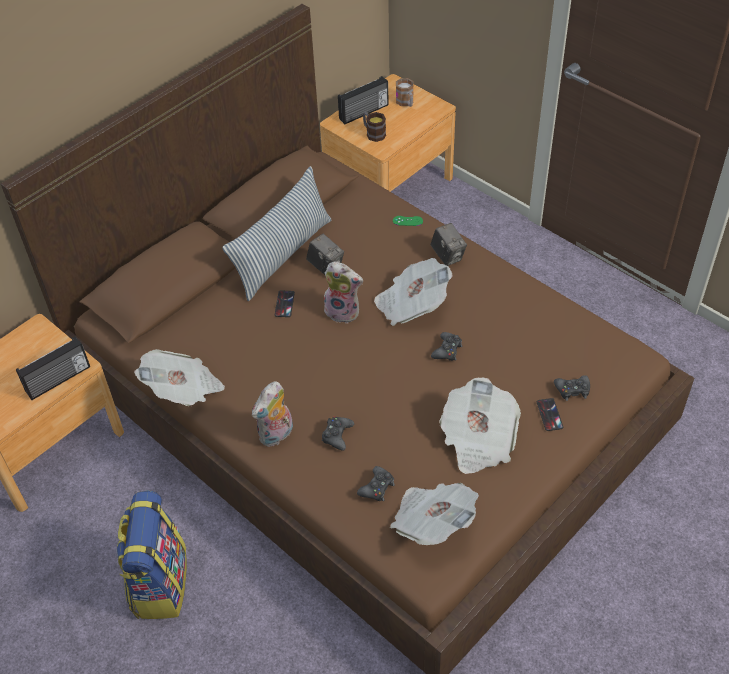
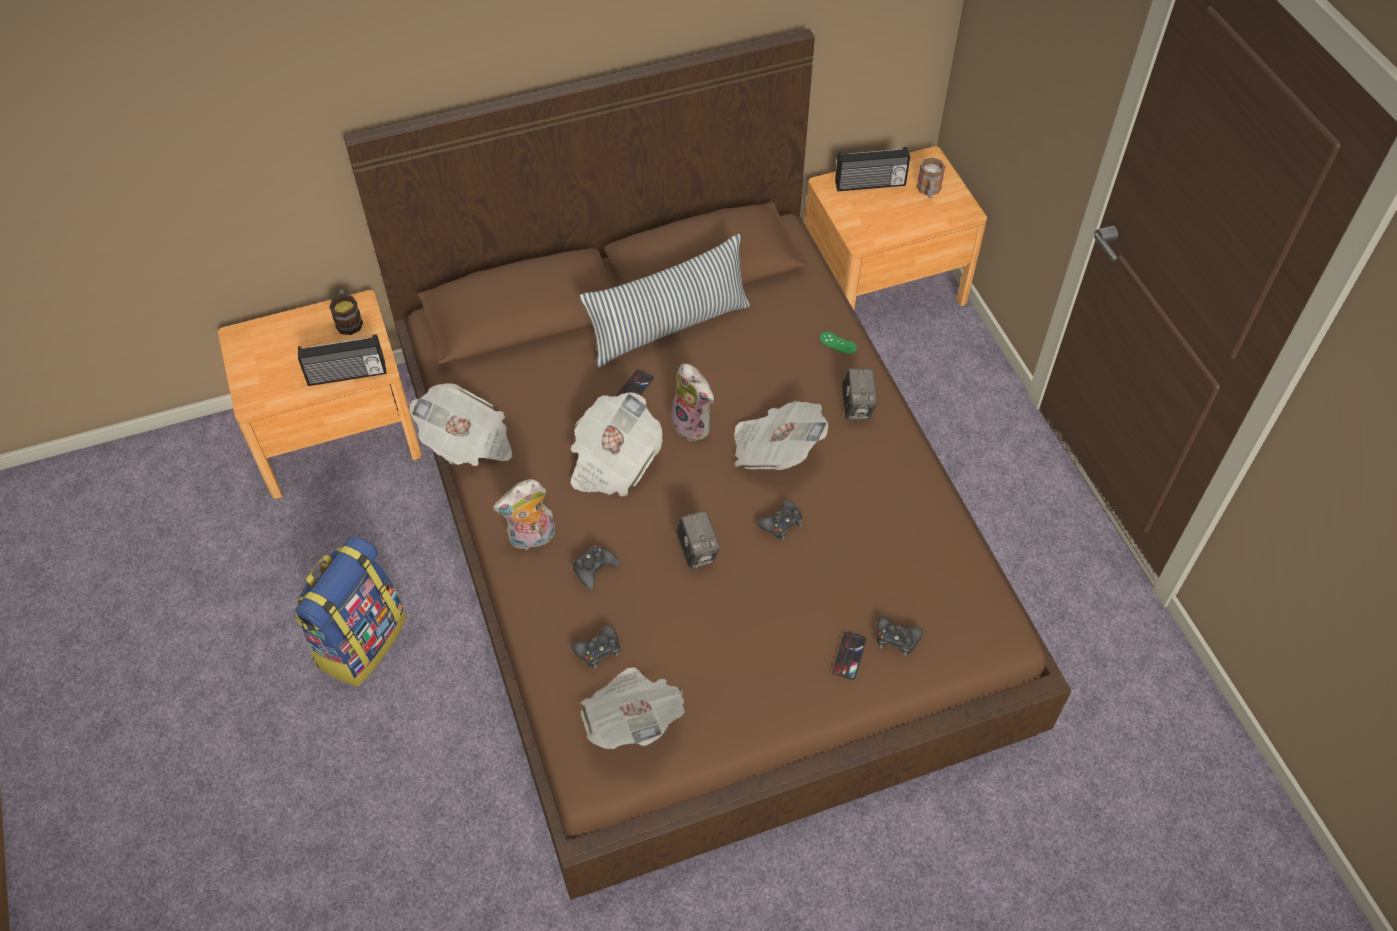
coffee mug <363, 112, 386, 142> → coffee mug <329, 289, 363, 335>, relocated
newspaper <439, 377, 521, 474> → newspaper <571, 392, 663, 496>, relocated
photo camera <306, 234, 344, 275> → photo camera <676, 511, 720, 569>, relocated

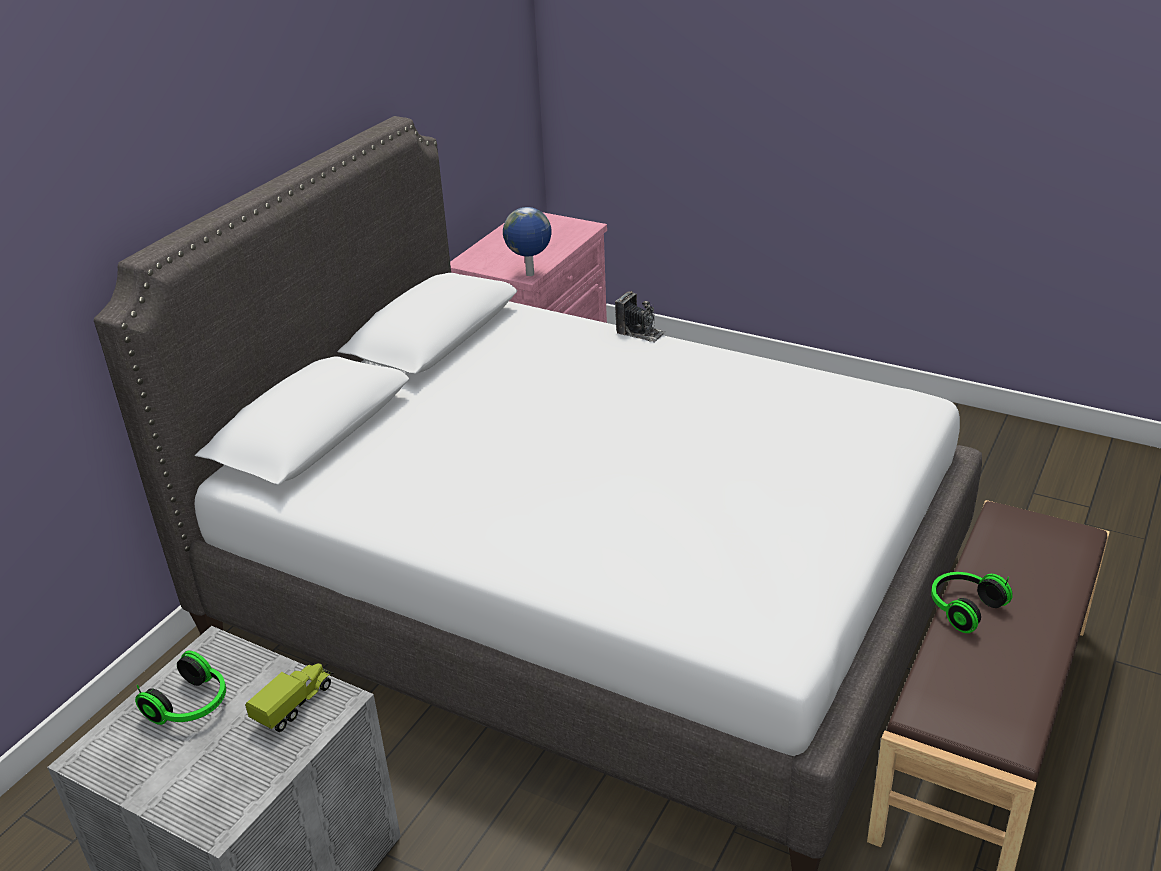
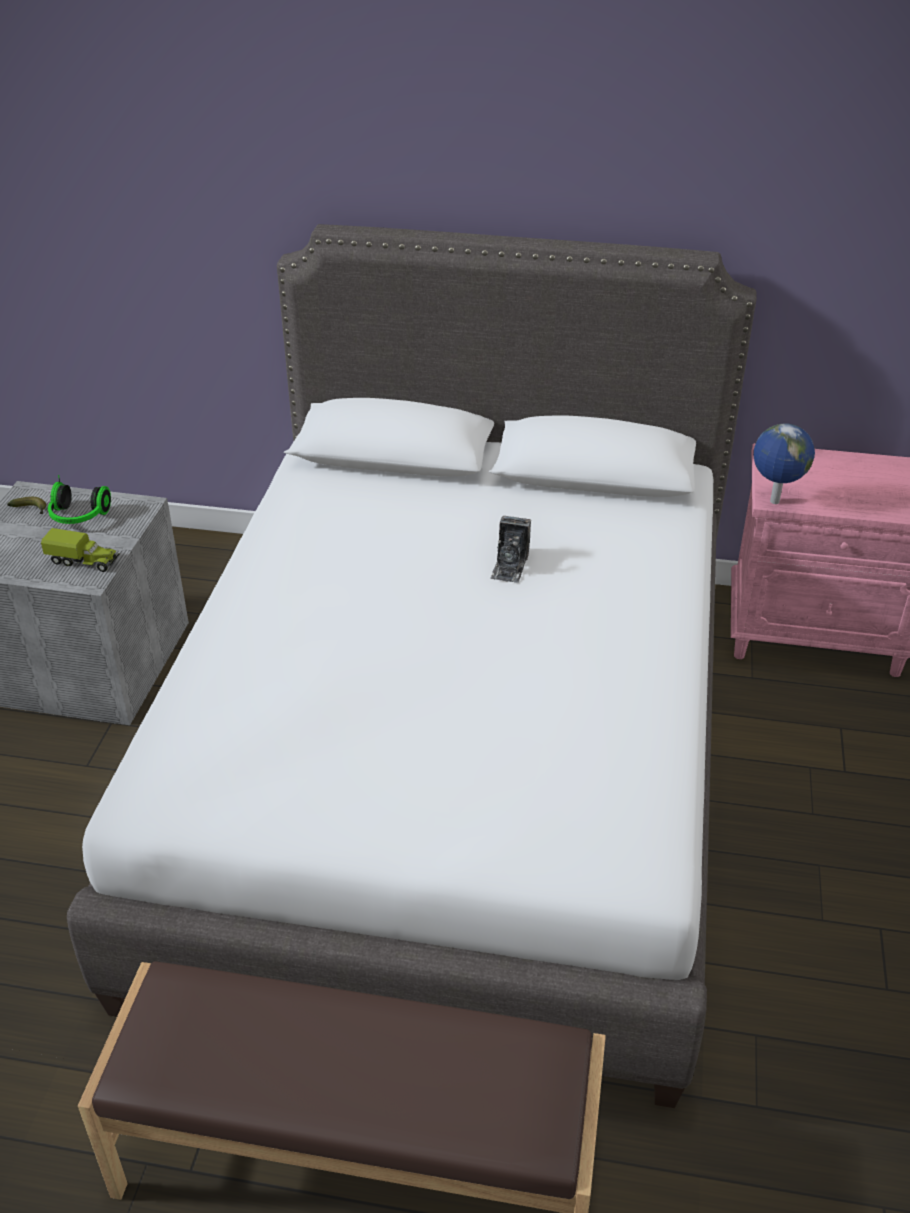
- → banana fruit <7, 497, 46, 514>
photo camera <615, 291, 666, 343> → photo camera <490, 516, 531, 583>, relocated
pair of headphones <931, 572, 1013, 633> → -

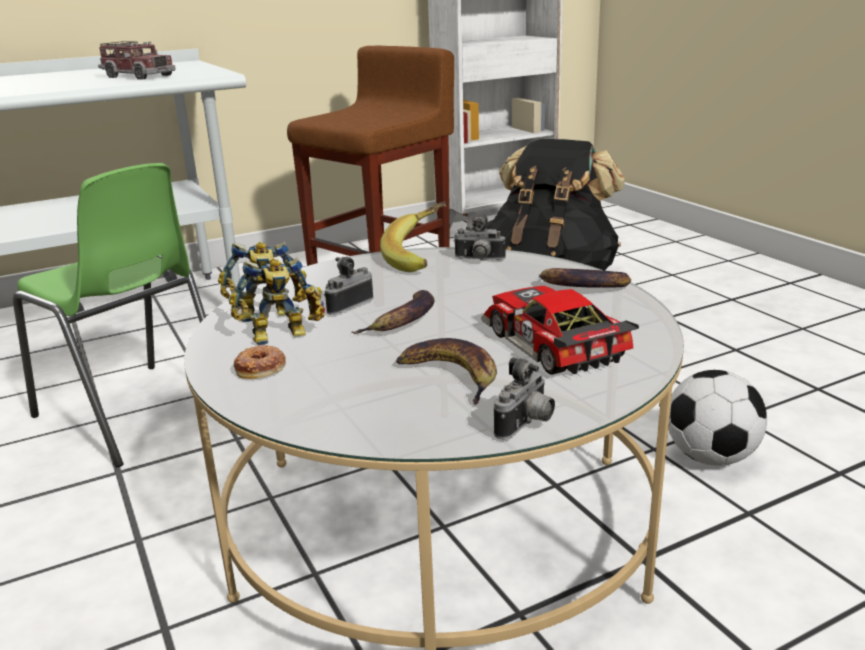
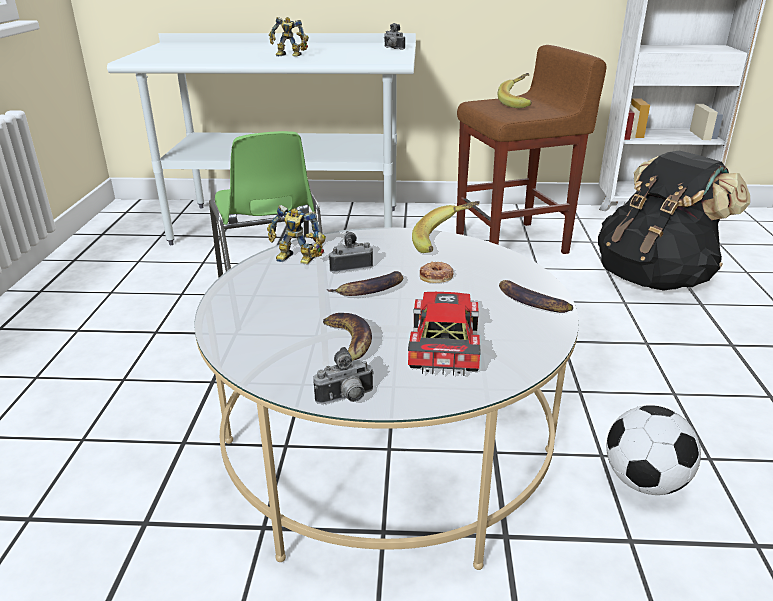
toy robot <229, 258, 325, 345> → toy robot <269, 17, 309, 56>, relocated
photo camera <454, 215, 506, 261> → photo camera <384, 23, 405, 50>, relocated
doughnut <234, 345, 286, 379> → doughnut <420, 262, 453, 283>, relocated
- → banana fruit <498, 73, 532, 108>
model truck <98, 41, 176, 80> → -

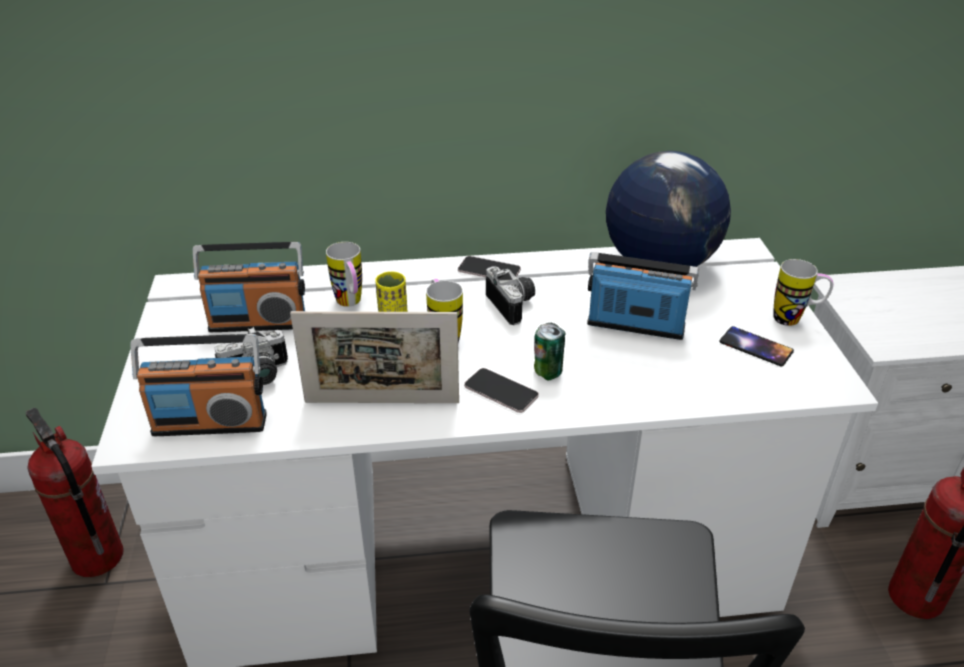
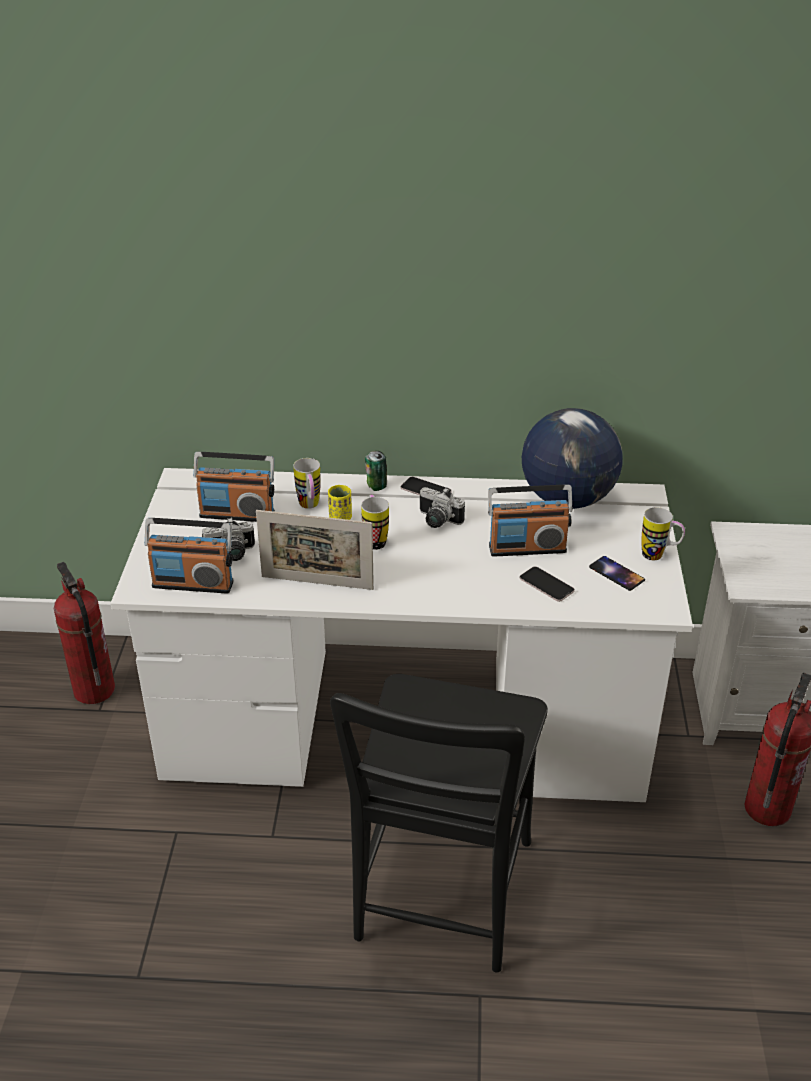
metal can <534, 323, 566, 380> → metal can <365, 451, 387, 491>, relocated
photo camera <486, 266, 535, 325> → photo camera <419, 487, 465, 528>, 135 degrees clockwise
radio set <587, 252, 699, 340> → radio set <488, 485, 573, 556>, 150 degrees clockwise
handset <464, 368, 539, 413> → handset <520, 566, 575, 602>, relocated

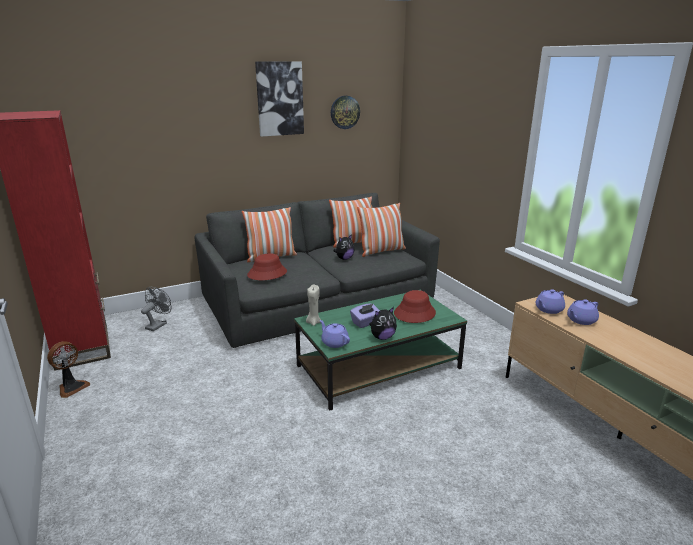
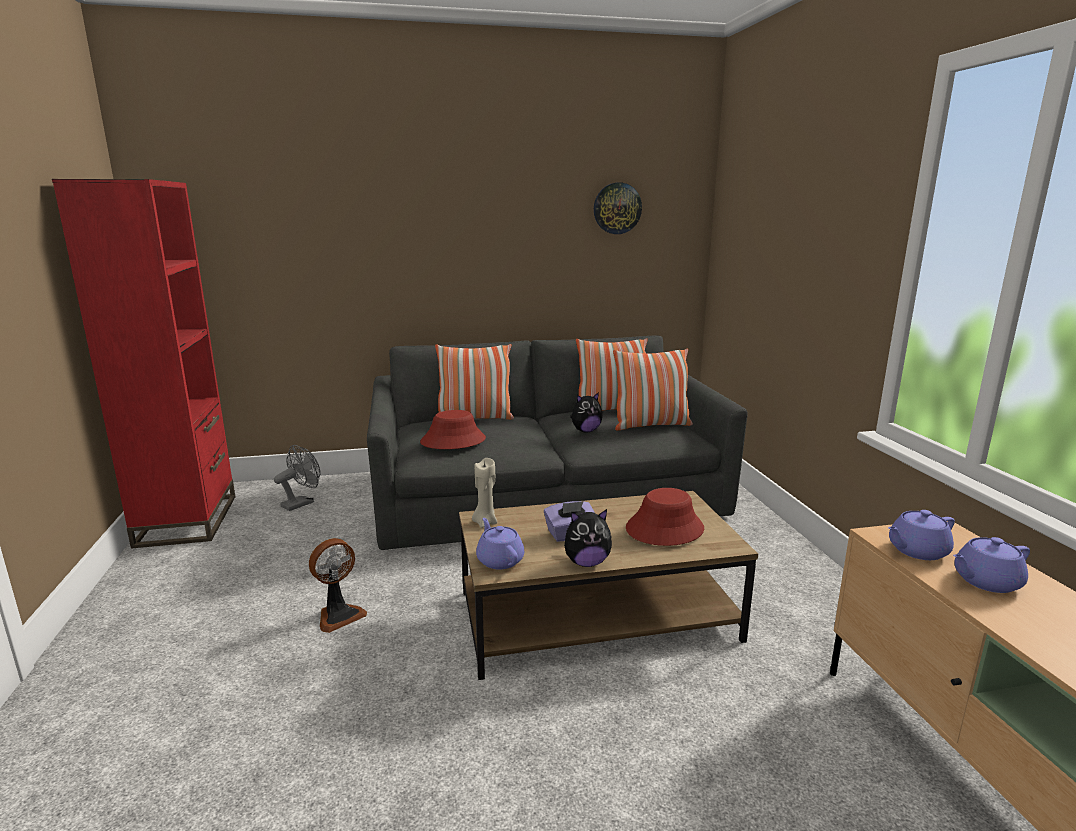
fan <47, 341, 90, 398> → fan <309, 538, 367, 633>, relocated
green-coloured coffee table <294, 290, 467, 410> → brownish coffee table <459, 491, 758, 680>
wall picture <255, 62, 304, 137> → -

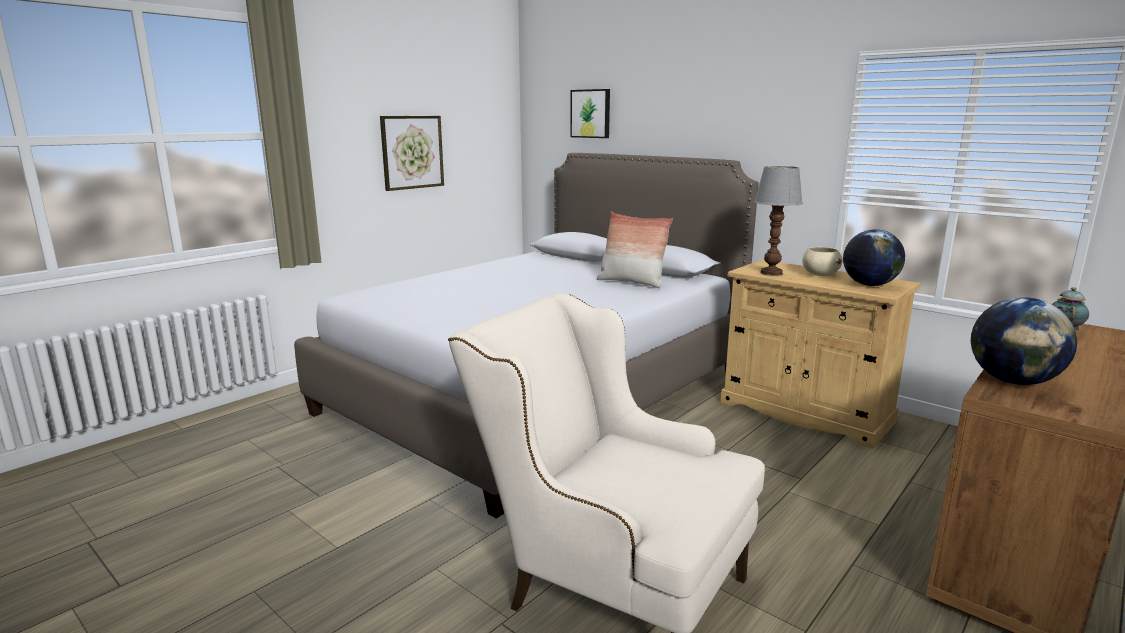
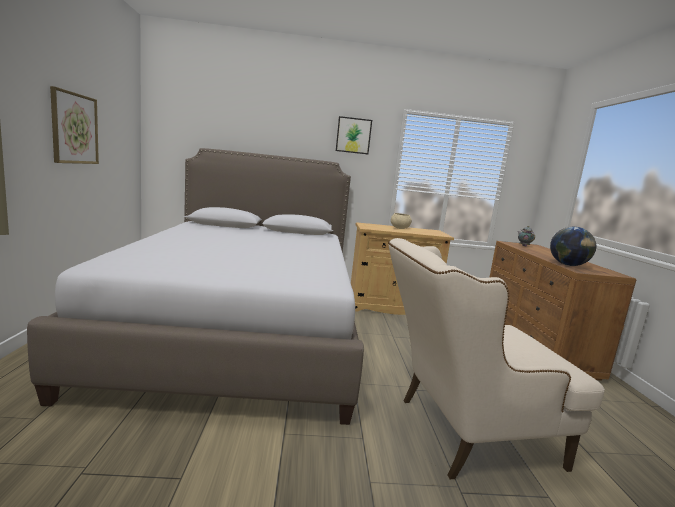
wall picture <570, 89, 610, 138> → wall picture <336, 116, 372, 154>, relocated
pillow <597, 211, 673, 288> → -
tabletop lamp <754, 166, 803, 276> → -
globe <843, 229, 905, 286> → -

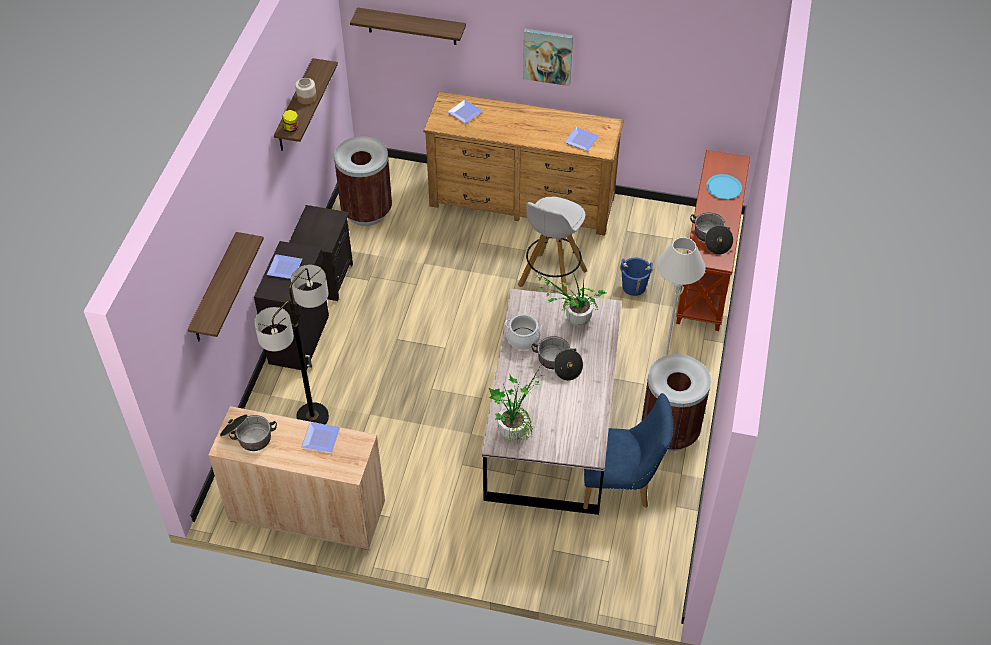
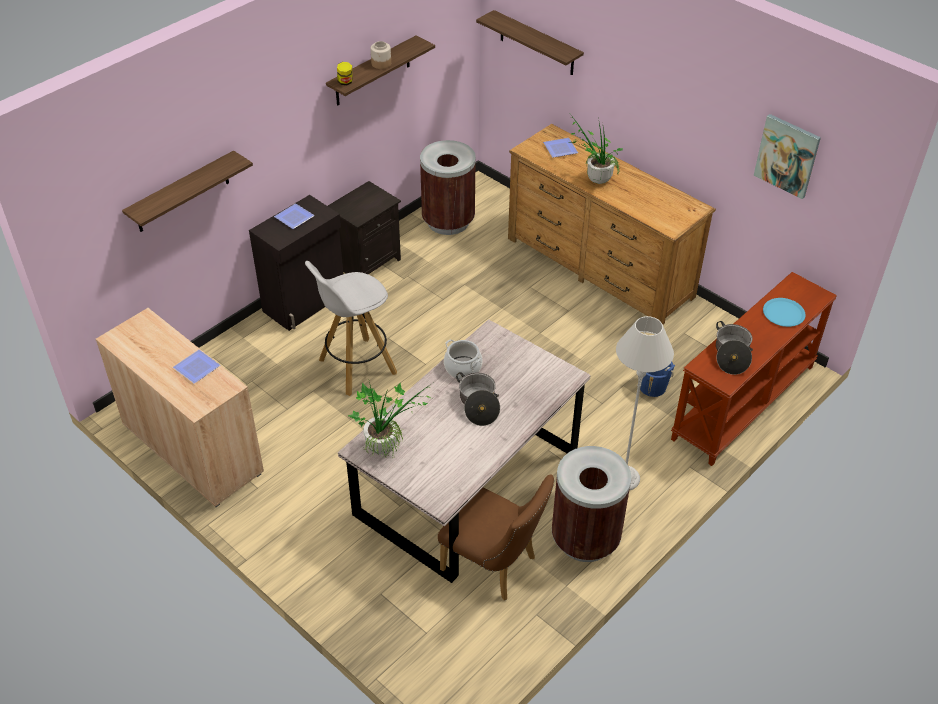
whitish stool seat <518, 197, 587, 294> → whitish stool seat <305, 261, 397, 396>, relocated
bluish upright chair <583, 393, 673, 509> → brownish upright chair <438, 474, 554, 601>
houseplant <536, 273, 606, 326> → houseplant <569, 115, 623, 184>, relocated
wall picture <523, 29, 573, 86> → wall picture <754, 114, 821, 199>, relocated
saucepot <220, 414, 277, 451> → -
floor lamp <254, 265, 329, 424> → -
plate <564, 127, 599, 151> → -

